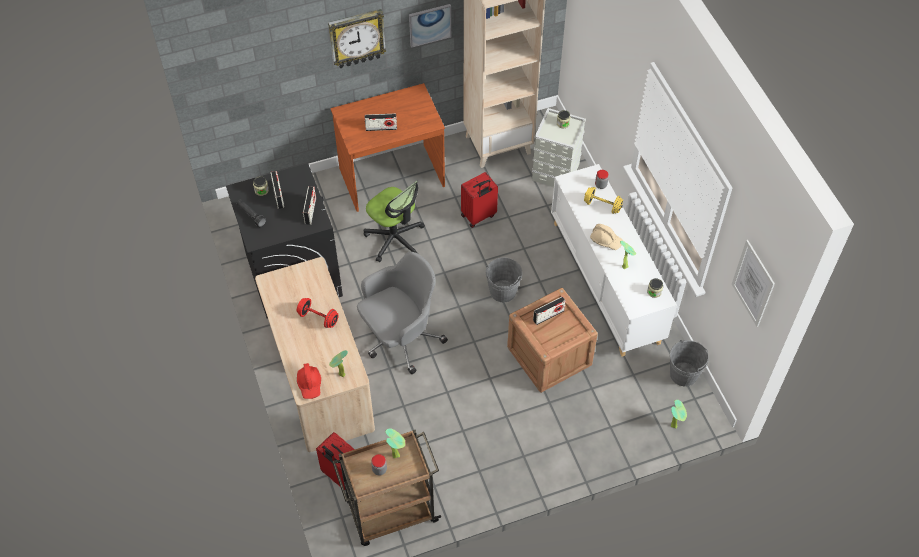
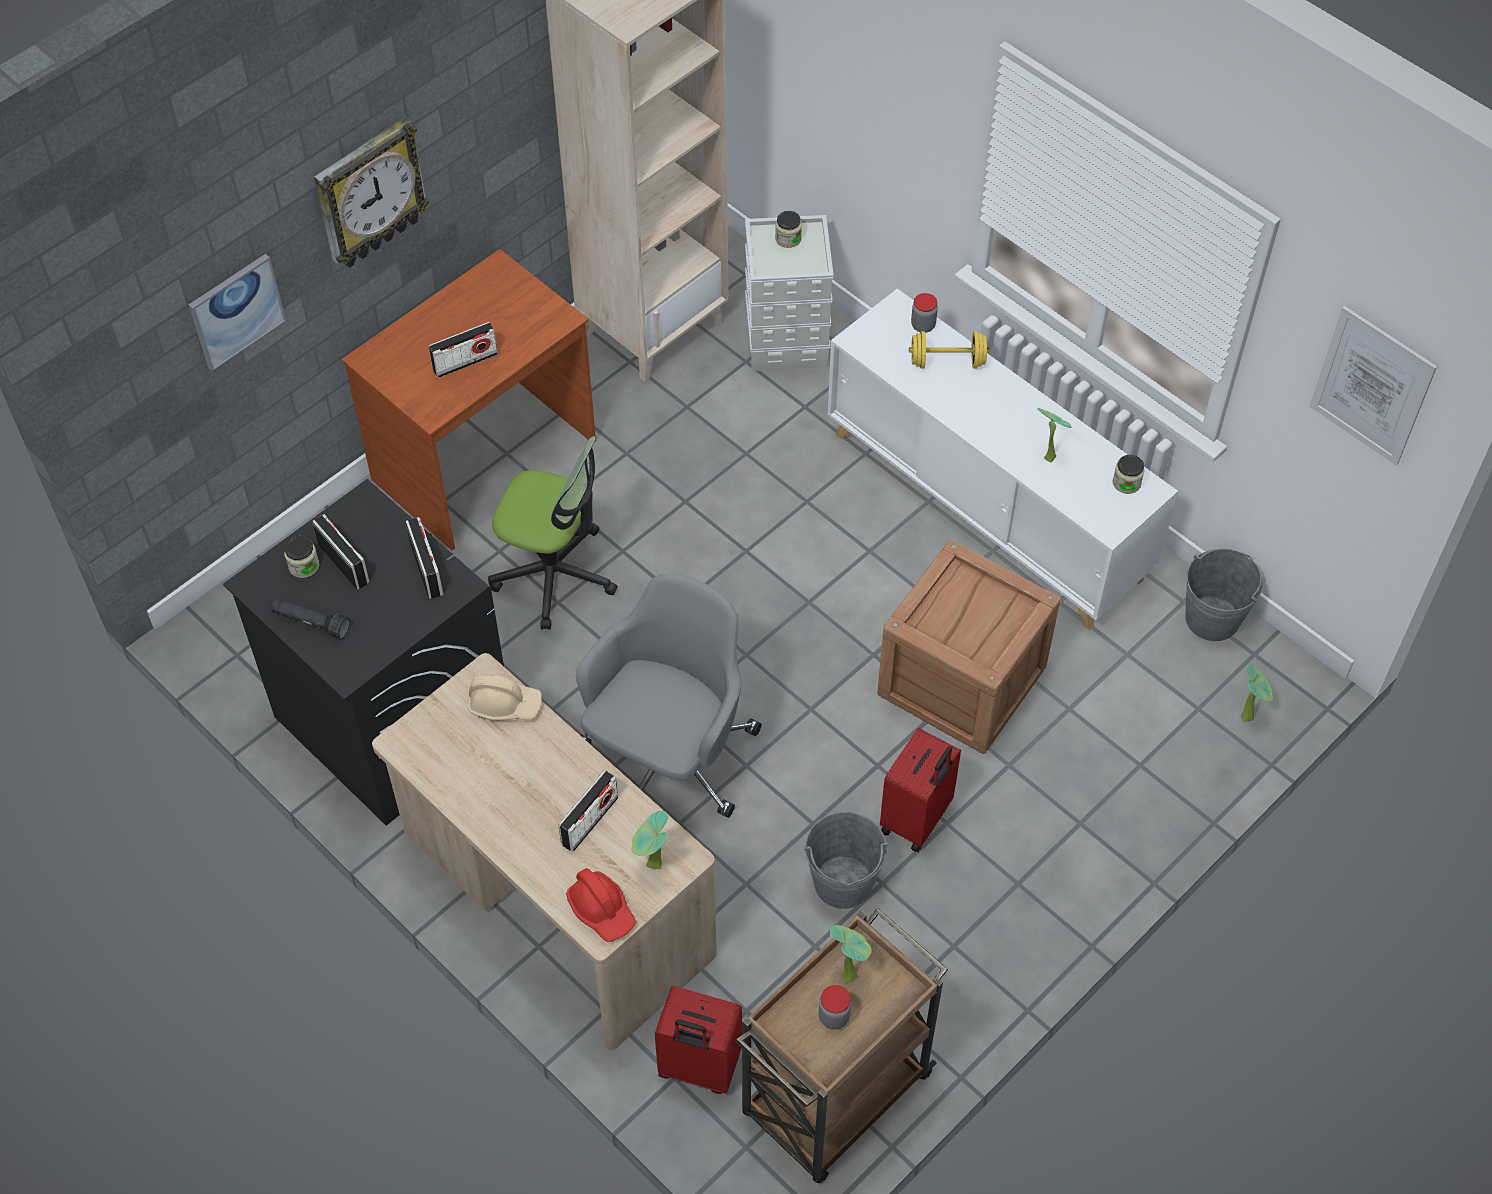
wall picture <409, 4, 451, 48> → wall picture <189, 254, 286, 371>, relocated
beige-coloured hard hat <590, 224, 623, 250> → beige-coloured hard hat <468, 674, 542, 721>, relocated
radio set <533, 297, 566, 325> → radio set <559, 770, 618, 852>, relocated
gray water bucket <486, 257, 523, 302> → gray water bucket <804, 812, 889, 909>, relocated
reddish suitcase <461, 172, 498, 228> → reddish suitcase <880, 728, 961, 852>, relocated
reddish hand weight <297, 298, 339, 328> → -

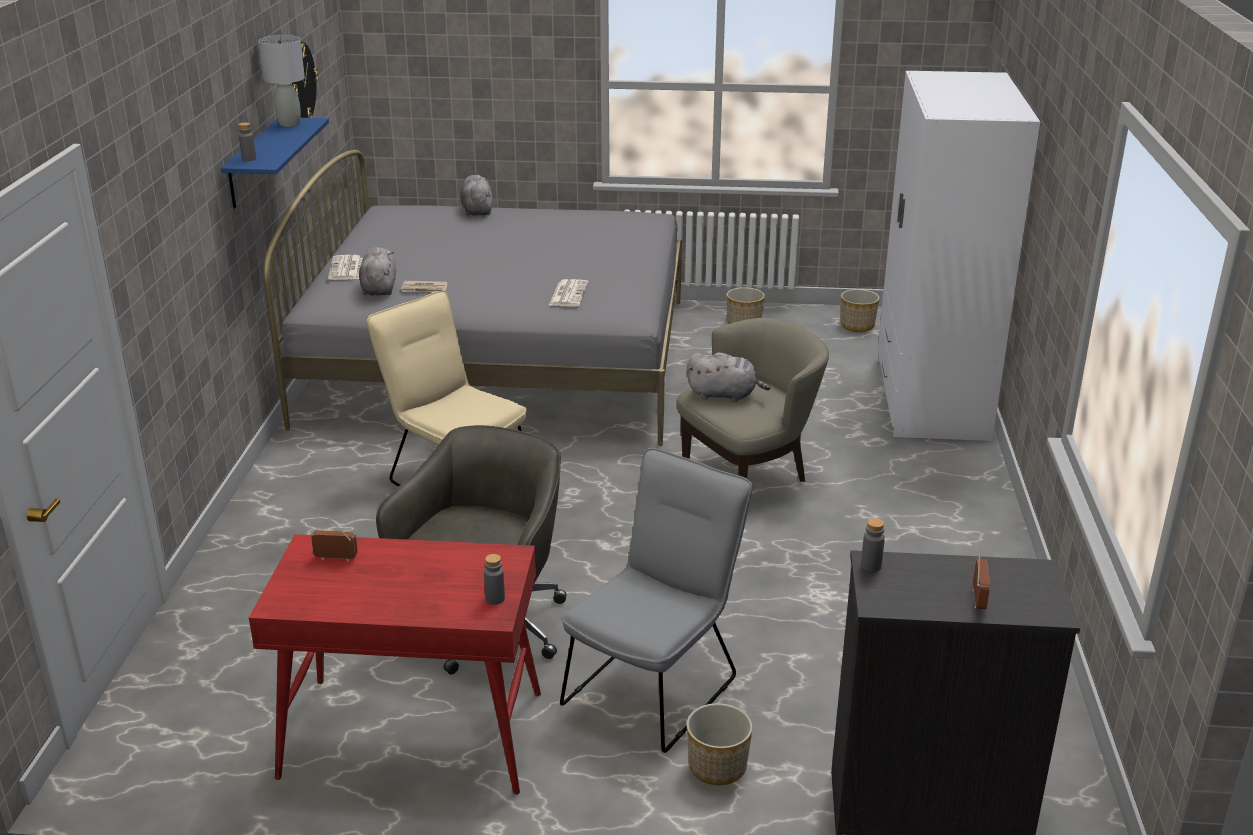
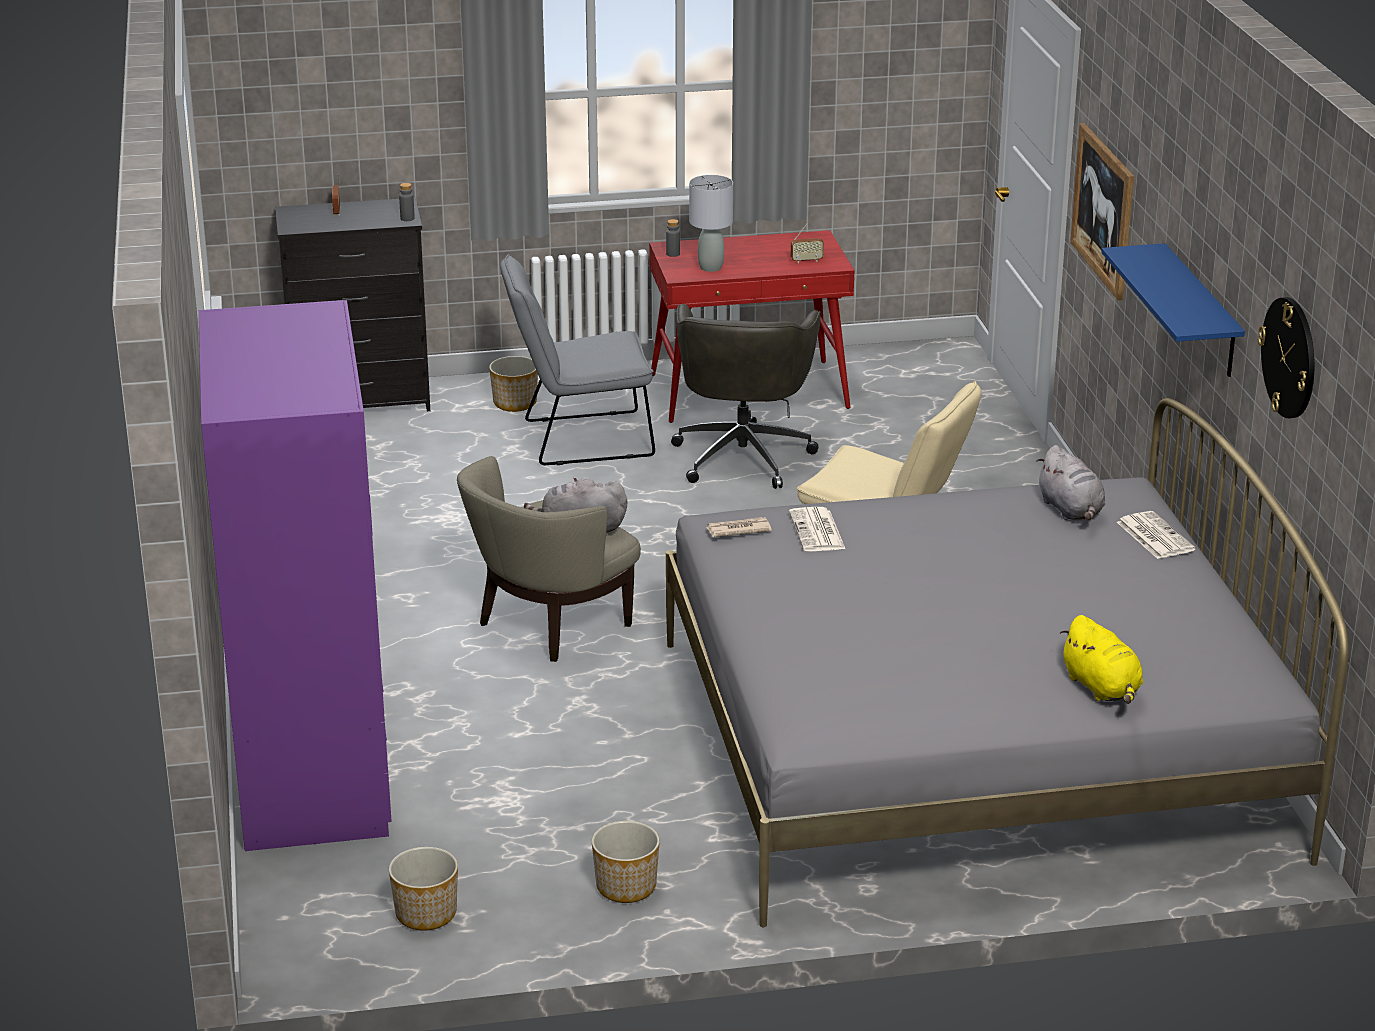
whitish wardrobe <878, 71, 1040, 441> → purple wardrobe <199, 300, 392, 851>
gray upright chair <560, 448, 753, 753> → gray upright chair <500, 254, 655, 465>, 60 degrees clockwise
gray tabletop lamp <258, 35, 305, 127> → gray tabletop lamp <689, 175, 733, 272>, relocated
newspaper <401, 281, 447, 292> → newspaper <706, 517, 772, 537>, relocated
gray cuddly toy <460, 175, 492, 216> → yellowish cuddly toy <1060, 615, 1143, 704>
- → wall picture <1070, 123, 1134, 301>
gray drink bottle <238, 122, 256, 161> → -

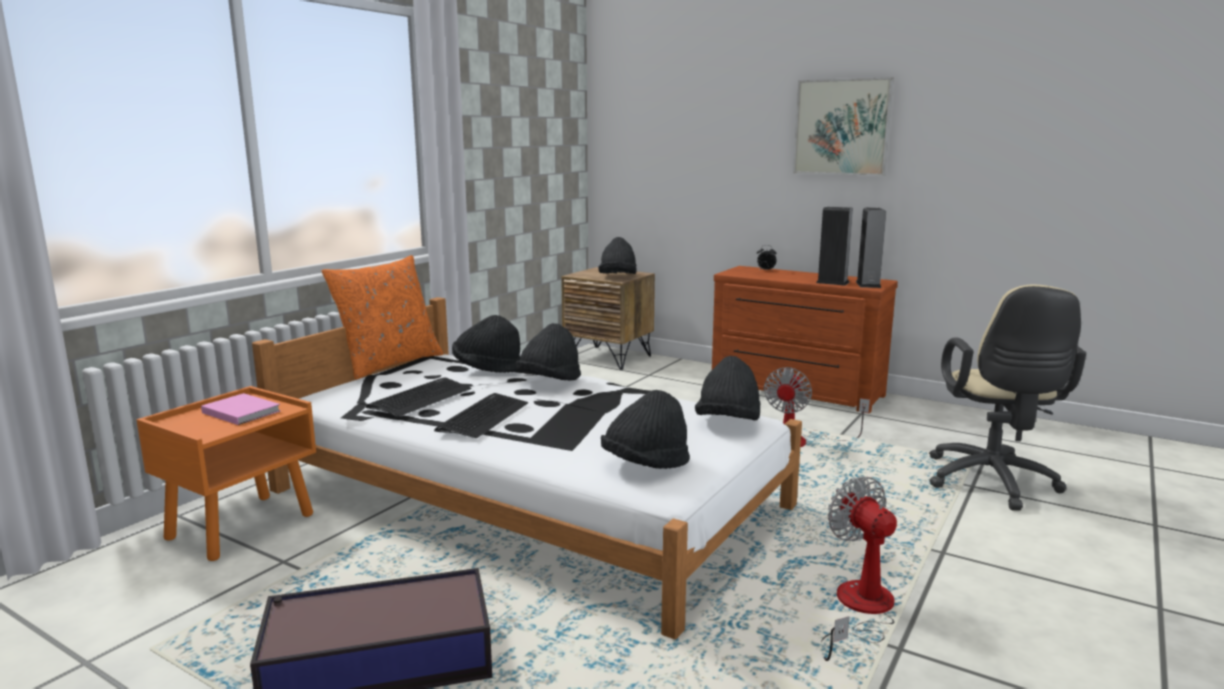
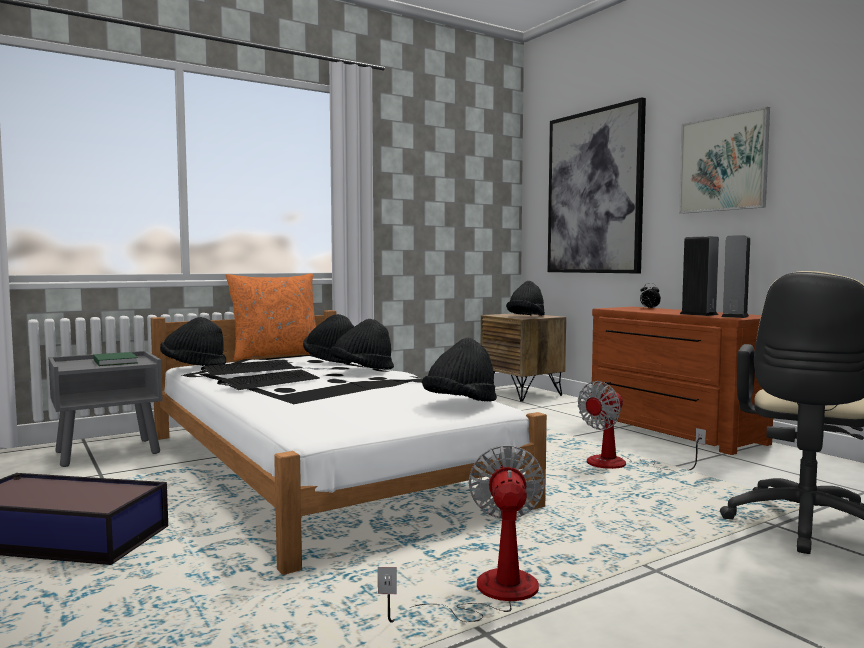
orange nightstand <136, 386, 316, 561> → gray nightstand <48, 351, 162, 467>
pinkish bound book <201, 393, 280, 425> → green-coloured bound book <93, 352, 138, 366>
black-coloured hat <601, 390, 690, 469> → black-coloured hat <160, 317, 226, 366>, relocated
- → wall picture <548, 97, 646, 273>

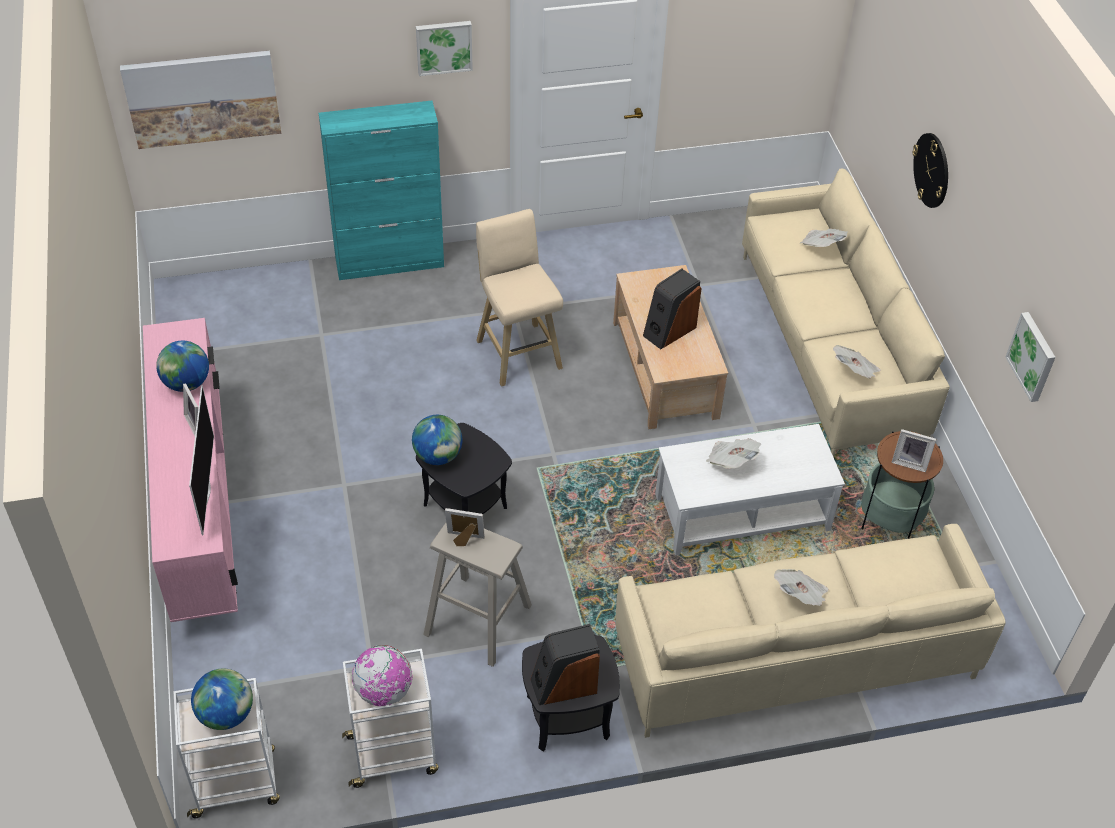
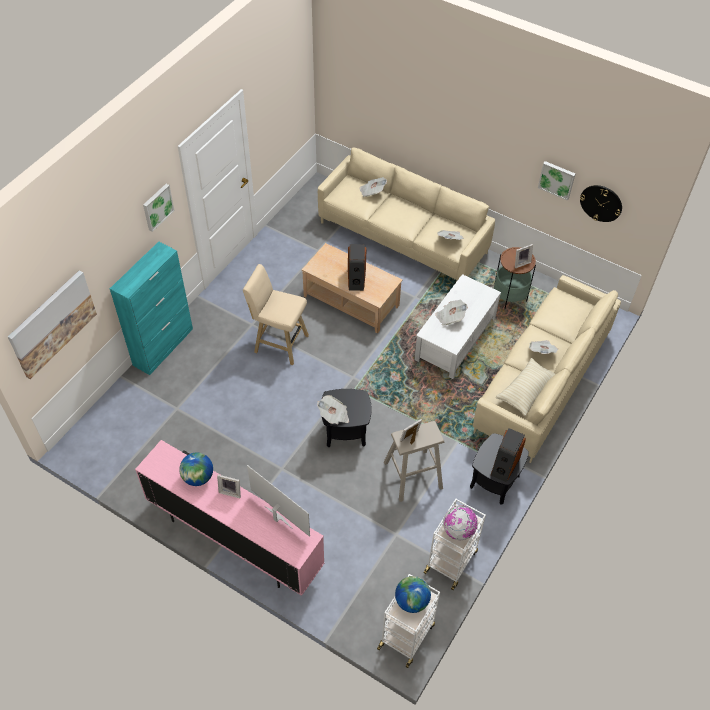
globe <412, 415, 462, 465> → newspaper <317, 395, 349, 424>
- → beige-coloured pillow <496, 358, 555, 416>
hanging clock <913, 133, 948, 208> → hanging clock <580, 185, 622, 222>, relocated

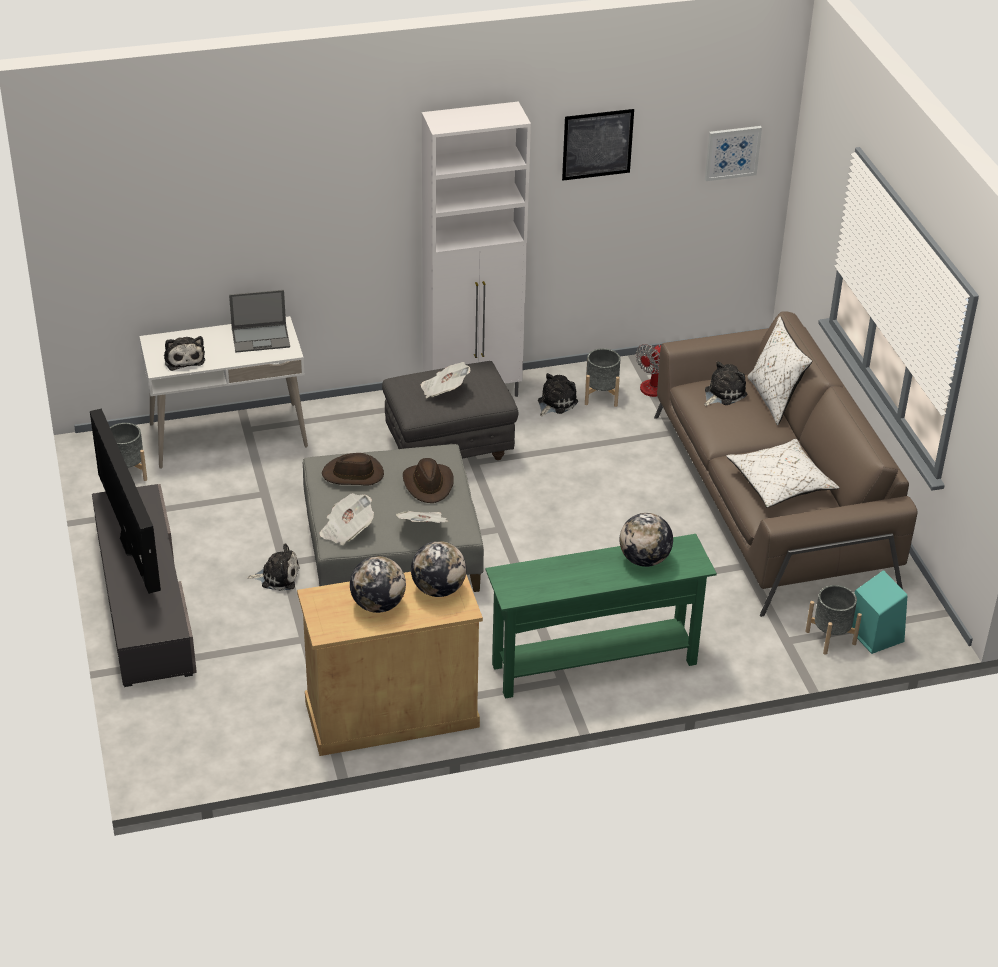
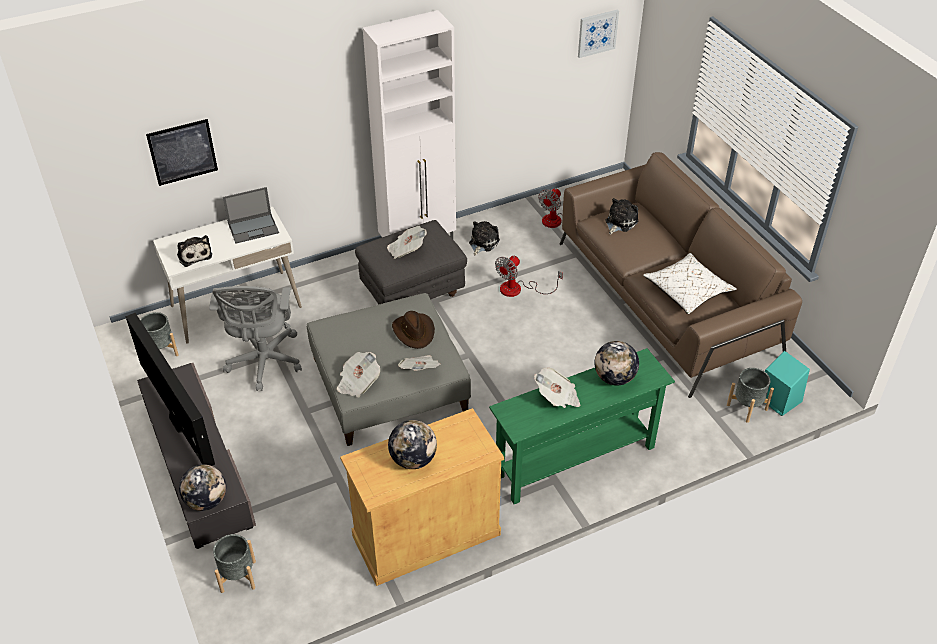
wall picture <562, 109, 634, 181> → wall picture <146, 119, 218, 186>, relocated
globe <411, 541, 466, 597> → globe <179, 464, 226, 511>, relocated
- → gray computer chair <209, 286, 302, 391>
gray plant pot <585, 348, 620, 407> → gray plant pot <213, 534, 256, 593>, relocated
- → fan <495, 256, 563, 297>
- → newspaper <534, 368, 581, 408>
cuddly toy <247, 543, 300, 591> → -
brownish hat <322, 453, 384, 485> → -
whitish pillow <747, 316, 812, 425> → -

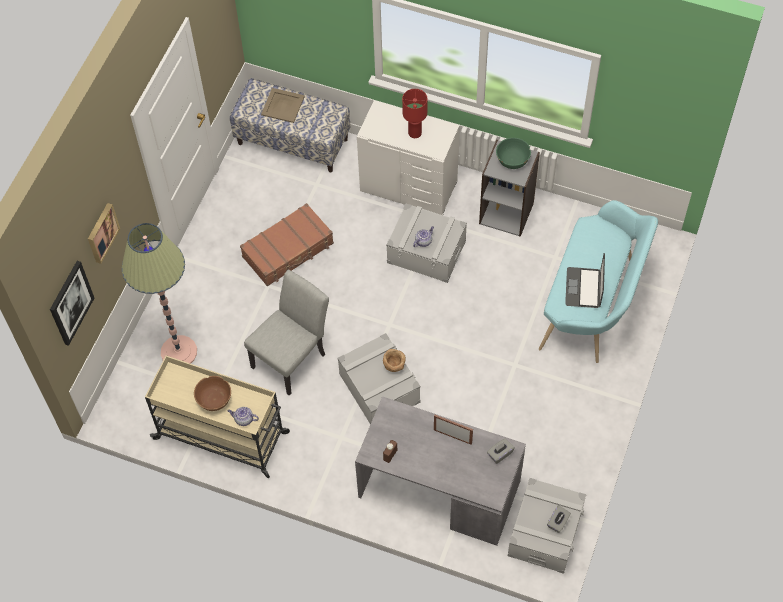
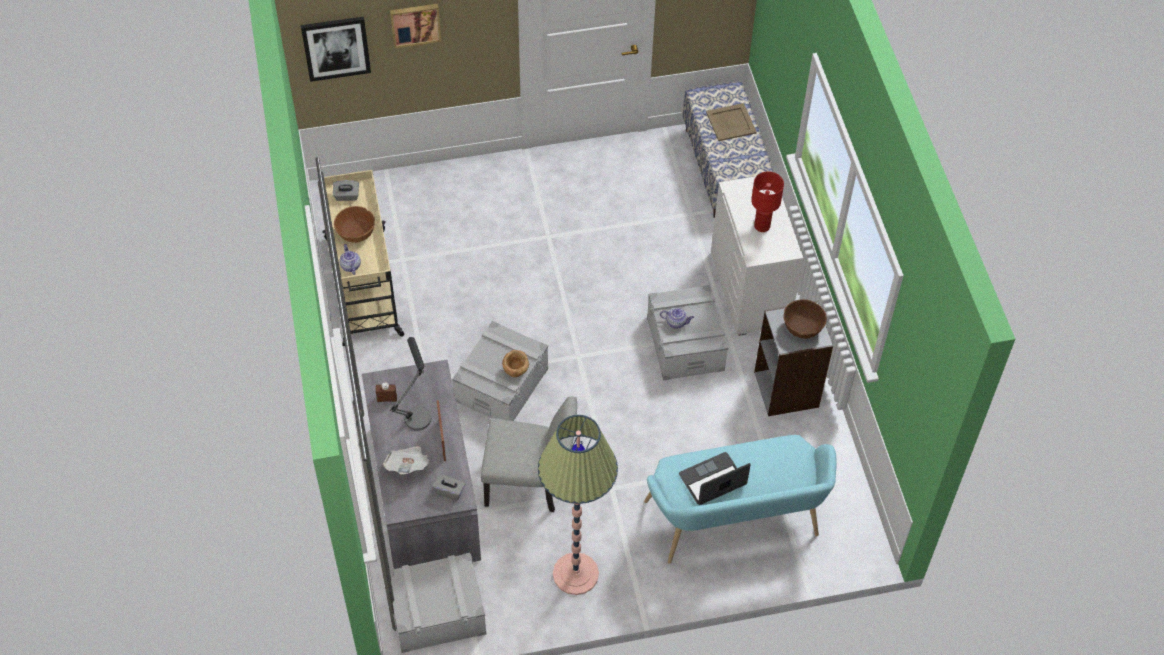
gray box of tissues <547, 505, 571, 533> → gray box of tissues <333, 180, 359, 201>, relocated
- → newspaper <383, 446, 430, 474>
- → tabletop lamp <390, 337, 431, 430>
gray upright chair <244, 270, 329, 396> → gray upright chair <481, 396, 577, 512>, relocated
floor lamp <122, 223, 197, 364> → floor lamp <538, 415, 618, 595>, relocated
green-coloured serving bowl <496, 138, 531, 169> → brownish serving bowl <783, 299, 827, 339>
brownish suitcase <240, 203, 334, 286> → -

